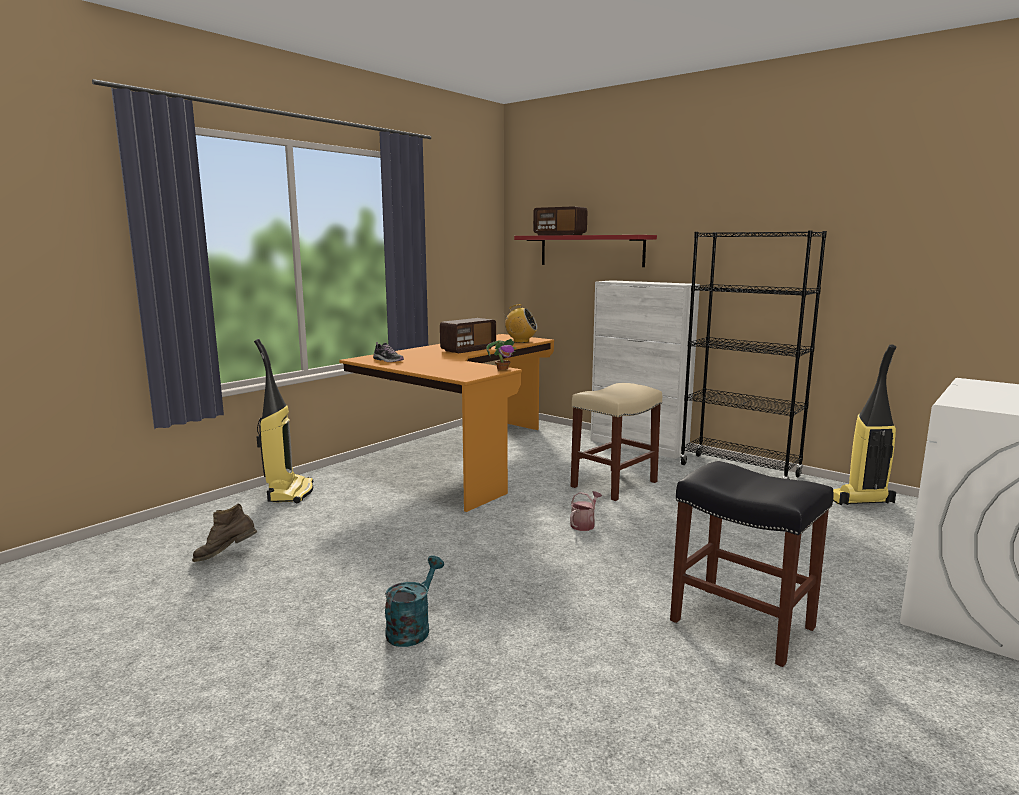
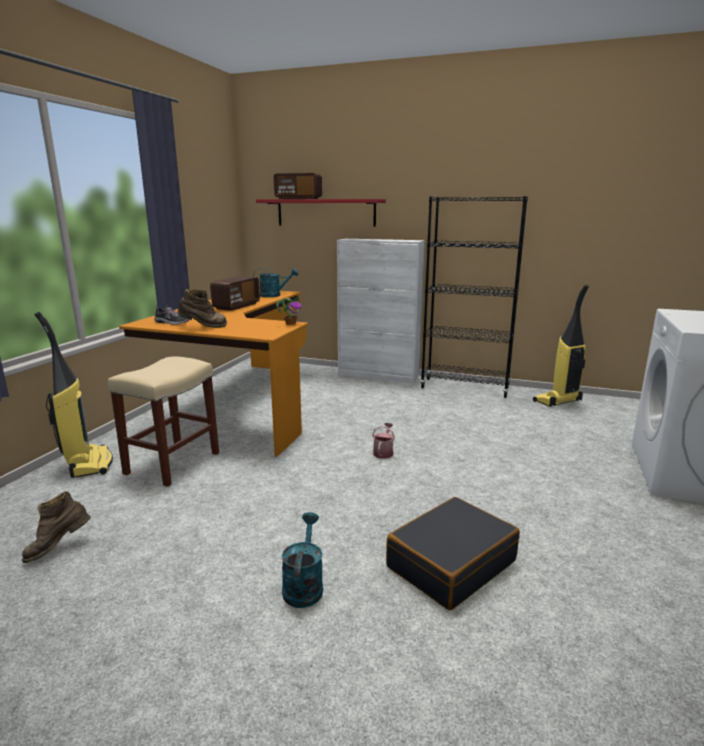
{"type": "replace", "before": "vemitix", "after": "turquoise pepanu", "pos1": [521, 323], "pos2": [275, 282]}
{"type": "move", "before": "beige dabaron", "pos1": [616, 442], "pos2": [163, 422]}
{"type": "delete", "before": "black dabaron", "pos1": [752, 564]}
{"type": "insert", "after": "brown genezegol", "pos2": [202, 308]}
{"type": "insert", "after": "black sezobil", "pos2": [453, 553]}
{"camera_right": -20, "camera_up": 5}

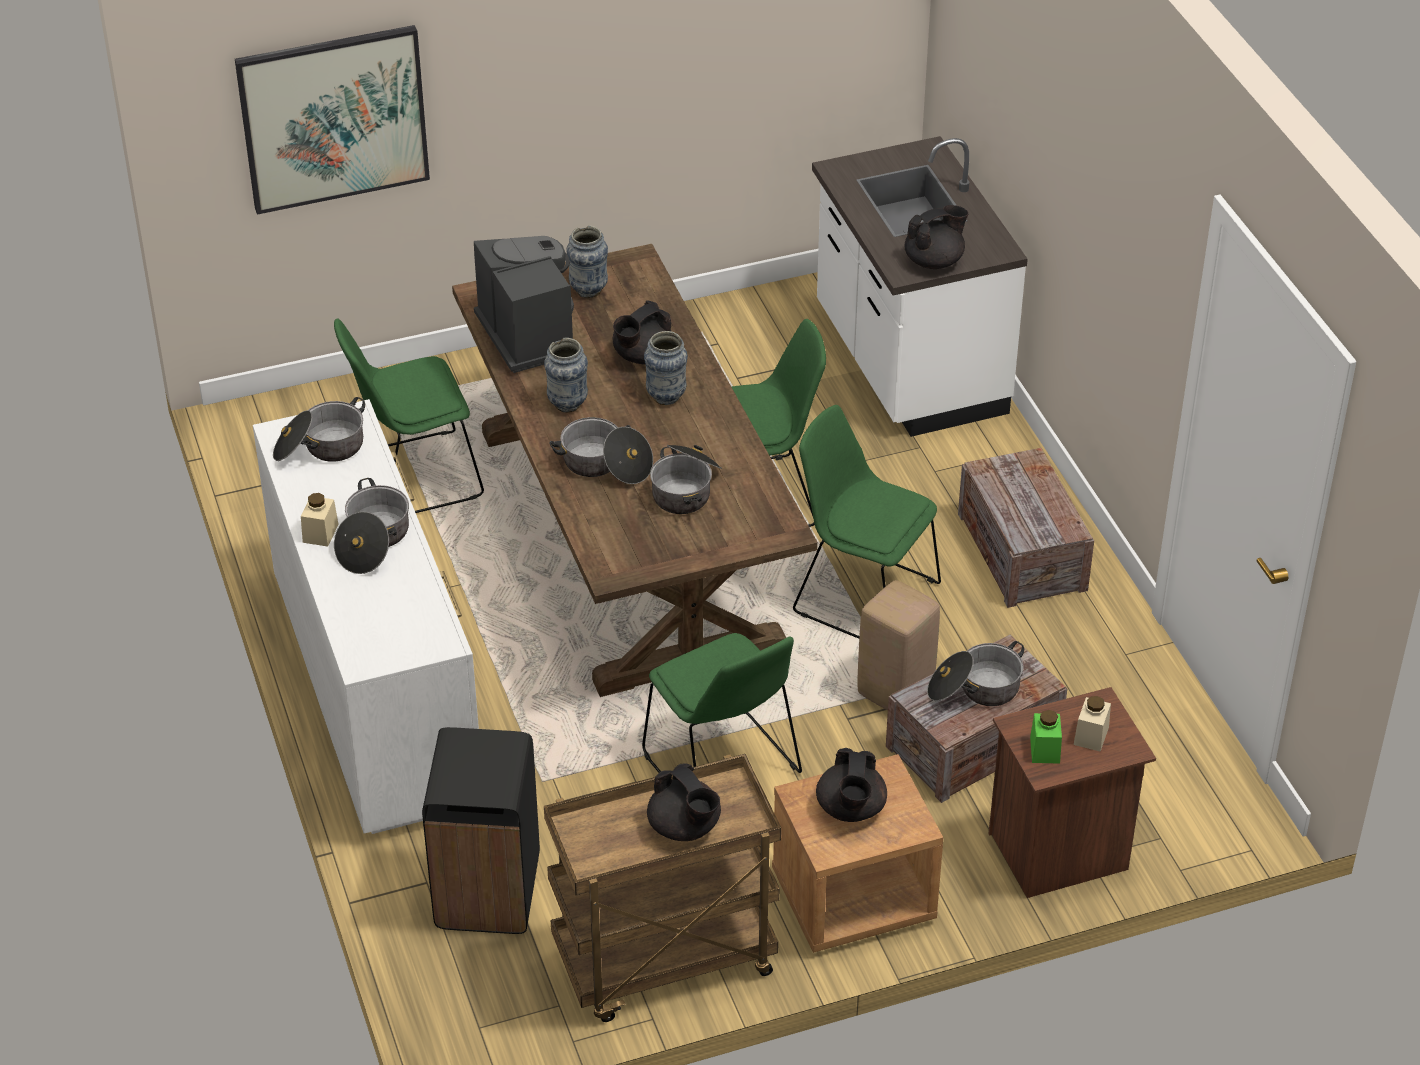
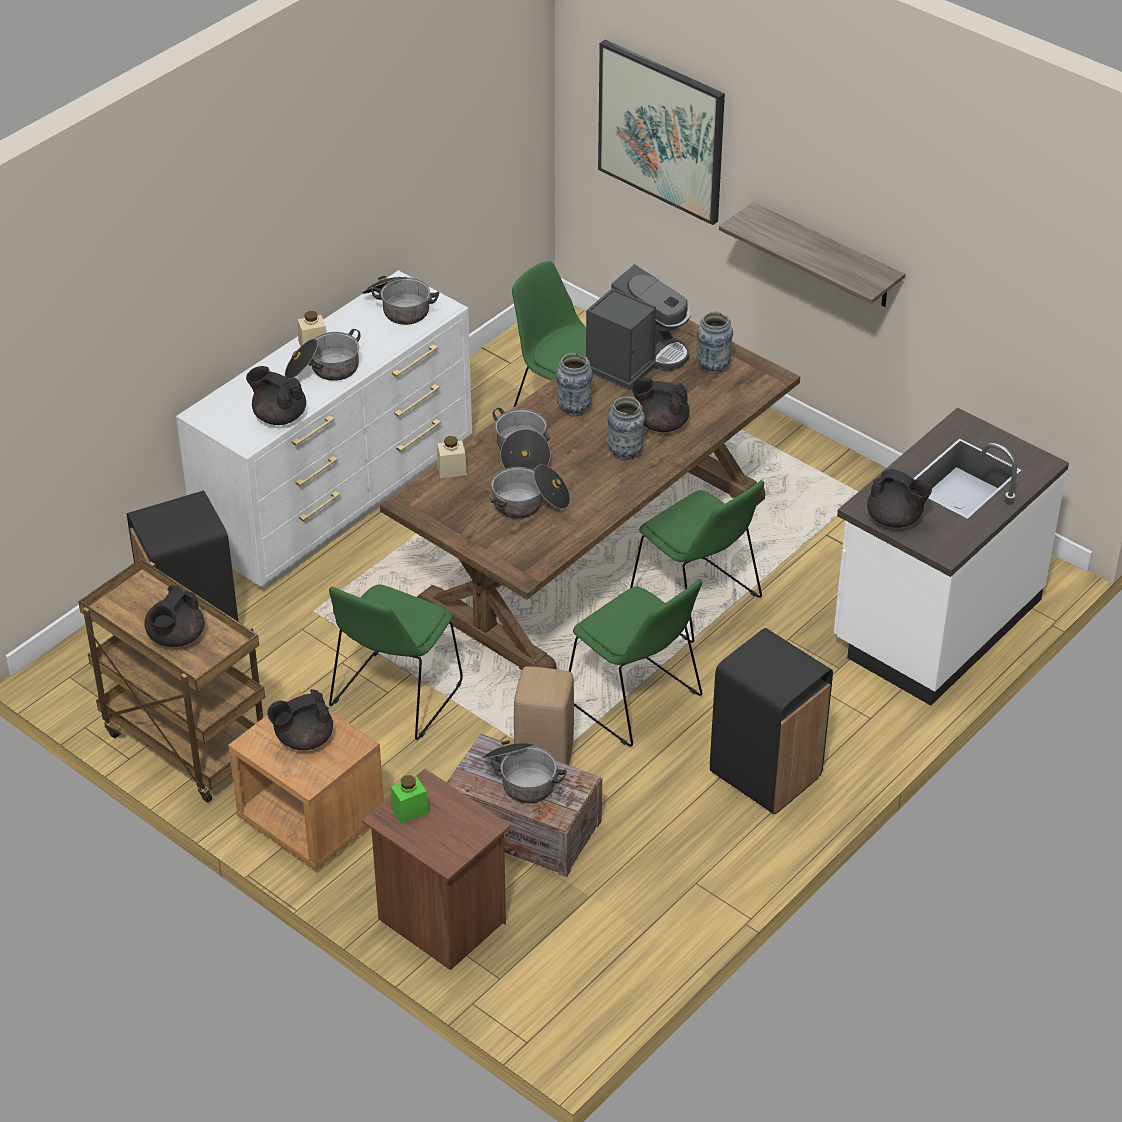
{"type": "rotate", "before": "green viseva", "pos1": [867, 522], "pos2": [635, 663], "turn": 135}
{"type": "replace", "before": "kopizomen", "after": "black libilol", "pos1": [1026, 528], "pos2": [771, 721]}
{"type": "move", "before": "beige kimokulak", "pos1": [1092, 724], "pos2": [452, 457]}
{"type": "insert", "after": "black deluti", "pos2": [276, 395]}
{"type": "insert", "after": "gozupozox", "pos2": [812, 254]}
{"camera_right": 60, "camera_up": 0}

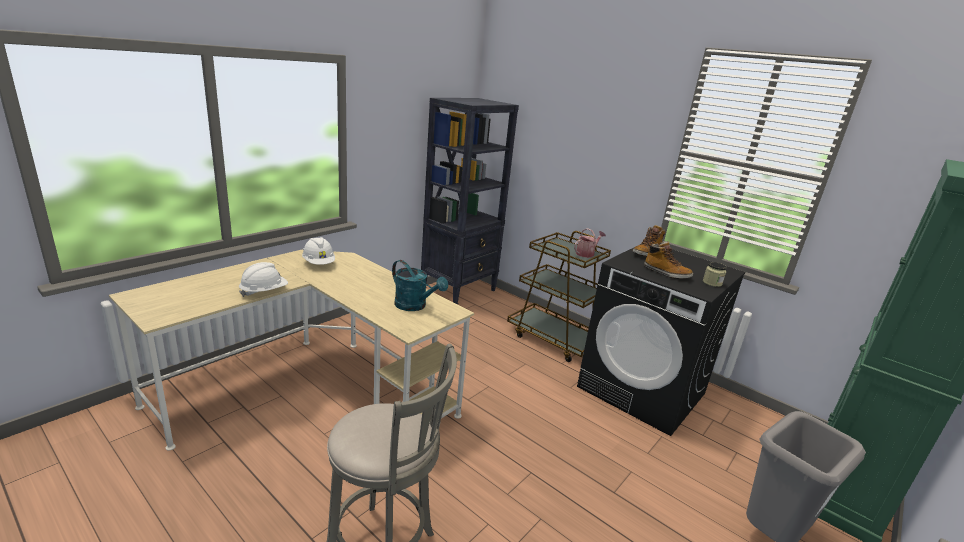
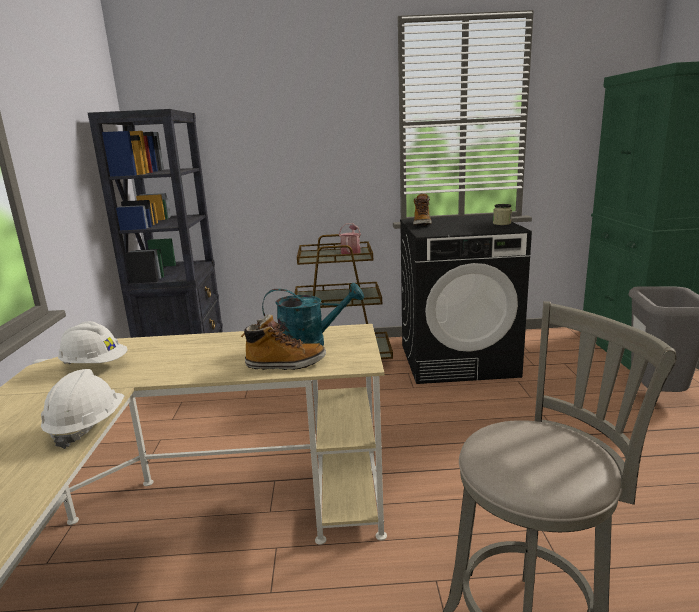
{"type": "move", "before": "genezegol", "pos1": [668, 260], "pos2": [283, 342]}
{"camera_right": -40, "camera_up": -5}

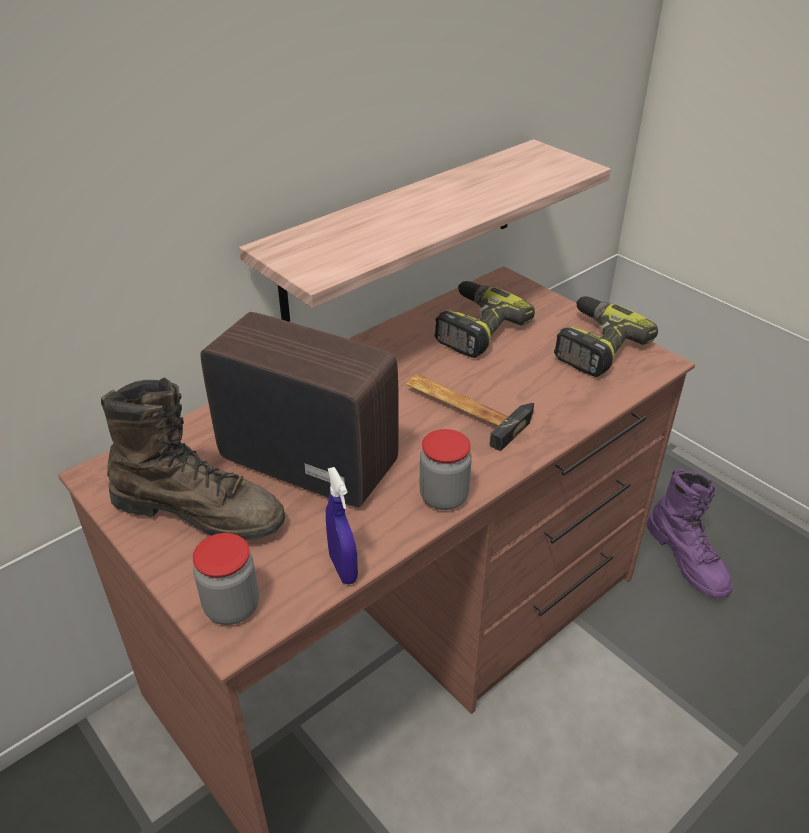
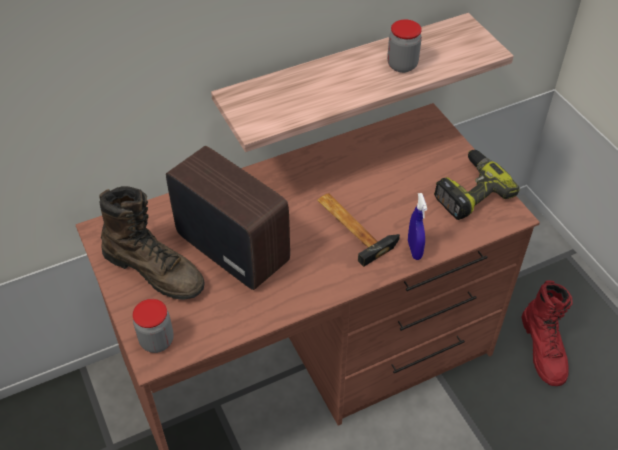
{"type": "move", "before": "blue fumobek", "pos1": [342, 525], "pos2": [417, 226]}
{"type": "move", "before": "kimokulak", "pos1": [445, 469], "pos2": [404, 46]}
{"type": "delete", "before": "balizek", "pos1": [484, 319]}
{"type": "recolor", "before": "purple genezegol", "after": "red genezegol", "pos1": [689, 534], "pos2": [547, 333]}
{"camera_right": 15, "camera_up": 10}

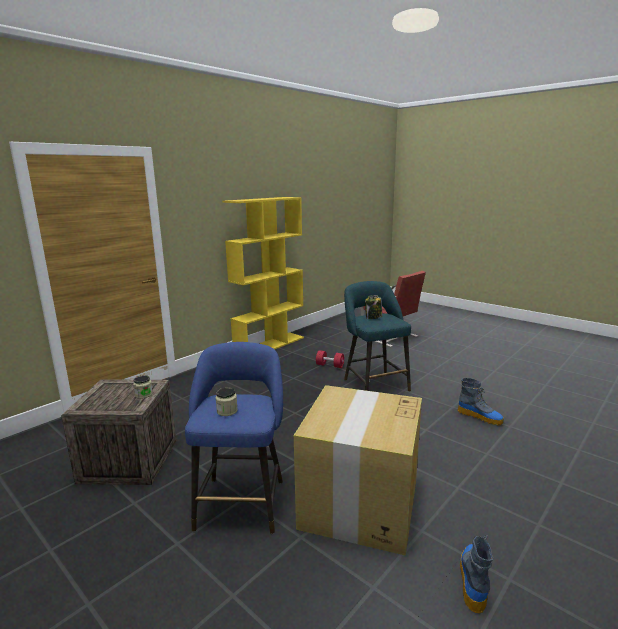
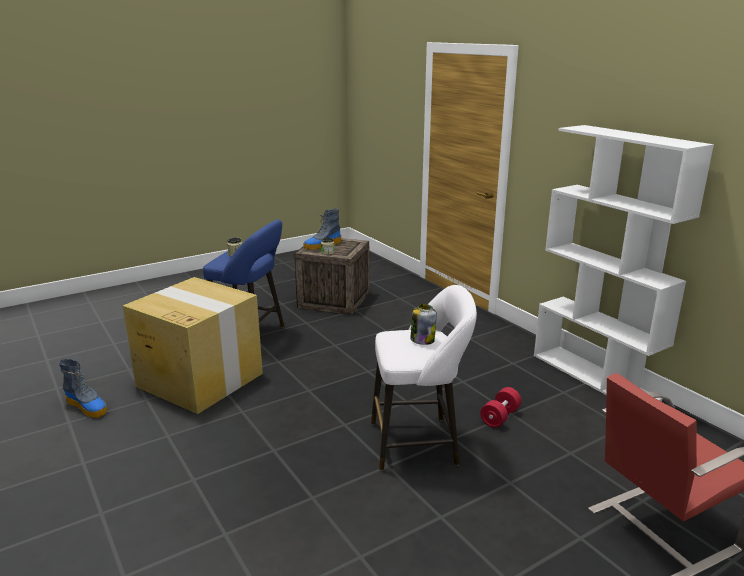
{"type": "recolor", "before": "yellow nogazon", "after": "white nogazon", "pos1": [263, 273], "pos2": [624, 263]}
{"type": "recolor", "before": "turquoise dabaron", "after": "white dabaron", "pos1": [377, 336], "pos2": [424, 378]}
{"type": "move", "before": "genezegol", "pos1": [480, 401], "pos2": [322, 229]}
{"camera_right": 105, "camera_up": 5}

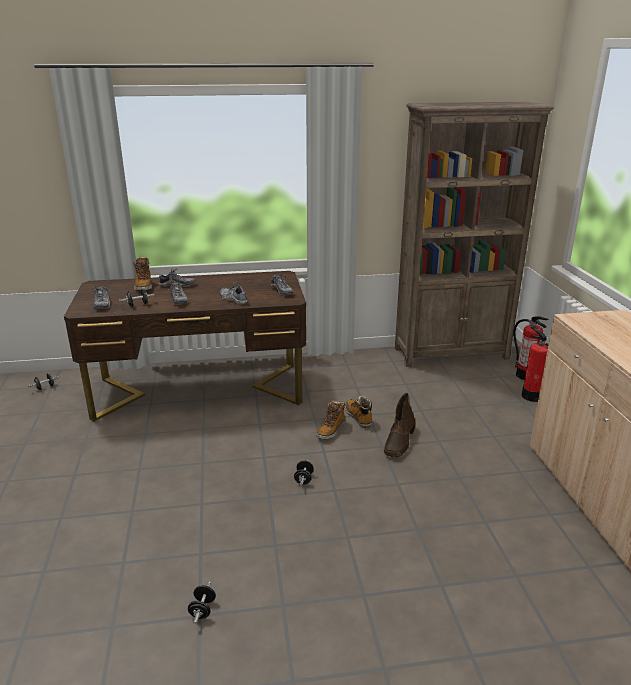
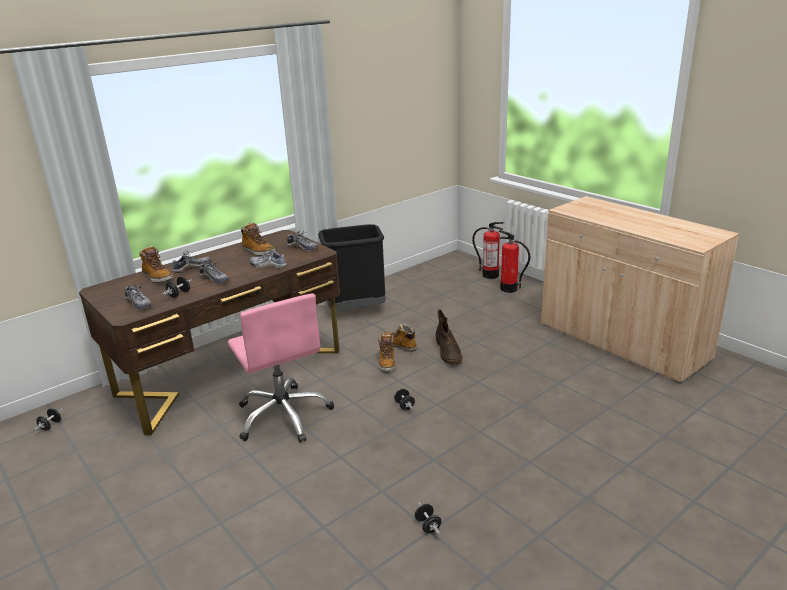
{"type": "delete", "before": "brown nogazon", "pos1": [474, 234]}
{"type": "insert", "after": "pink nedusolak", "pos2": [281, 368]}
{"type": "insert", "after": "genezegol", "pos2": [258, 239]}
{"type": "insert", "after": "black libilol", "pos2": [352, 267]}
{"camera_right": -30, "camera_up": 0}

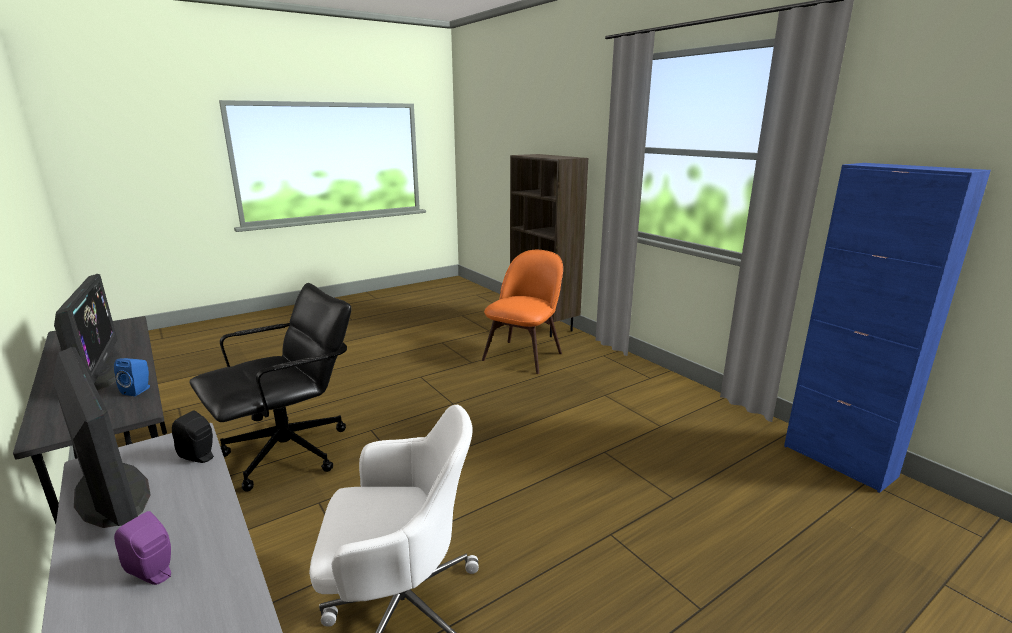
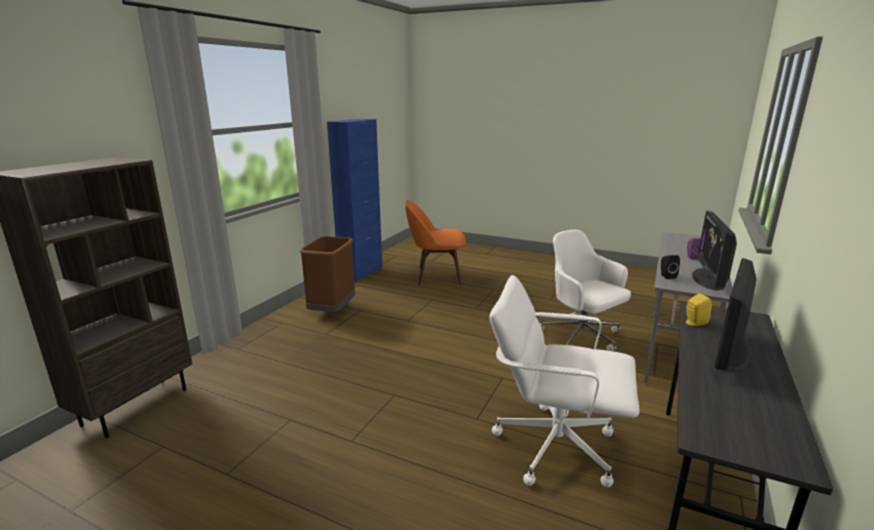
{"type": "recolor", "before": "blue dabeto", "after": "yellow dabeto", "pos1": [132, 377], "pos2": [699, 309]}
{"type": "recolor", "before": "black nedusolak", "after": "white nedusolak", "pos1": [271, 387], "pos2": [564, 381]}
{"type": "move", "before": "orange viseva", "pos1": [522, 312], "pos2": [436, 242]}
{"type": "insert", "after": "brown libilol", "pos2": [327, 274]}
{"camera_right": -120, "camera_up": 0}

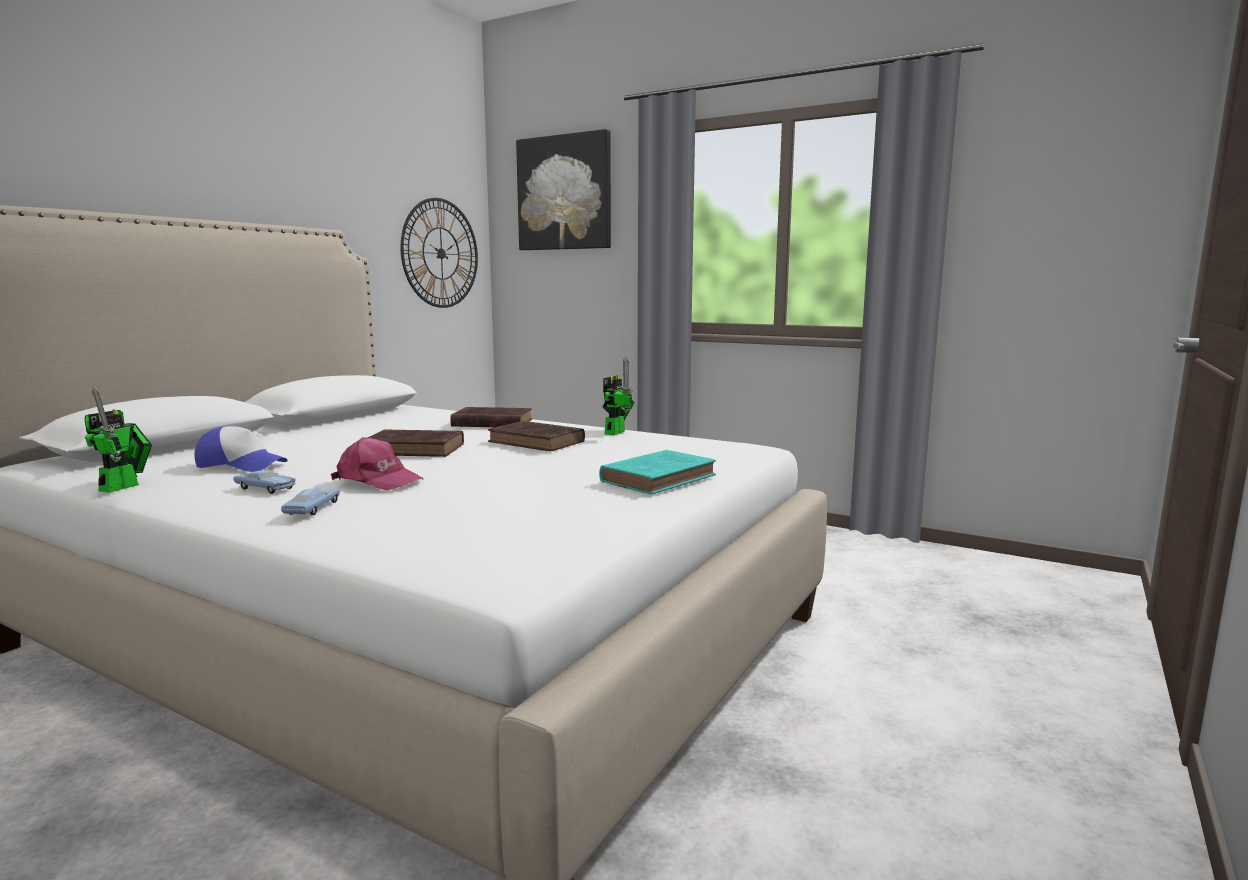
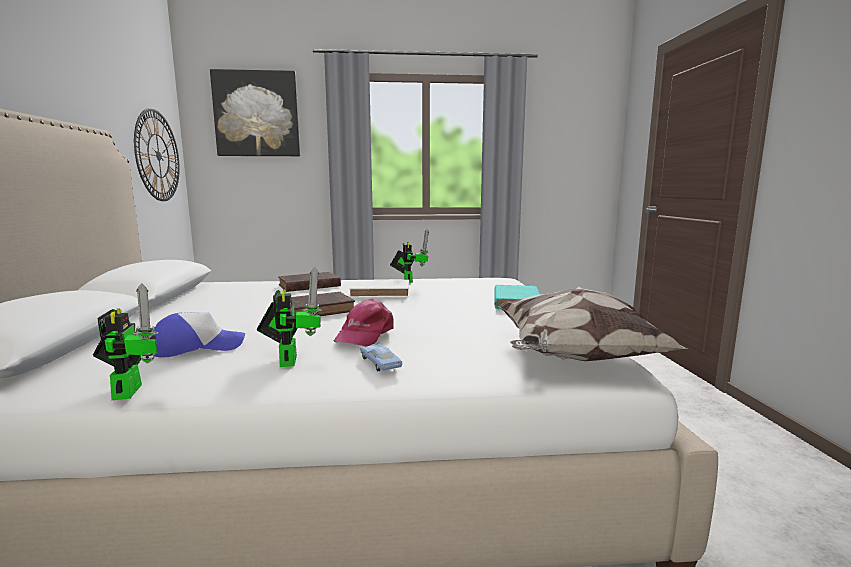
{"type": "replace", "before": "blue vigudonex", "after": "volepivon", "pos1": [264, 482], "pos2": [289, 317]}
{"type": "rotate", "before": "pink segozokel", "pos1": [377, 464], "pos2": [364, 322], "turn": 120}
{"type": "recolor", "before": "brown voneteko", "after": "white voneteko", "pos1": [536, 436], "pos2": [379, 289]}
{"type": "insert", "after": "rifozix", "pos2": [593, 323]}
{"camera_right": -35, "camera_up": 0}

